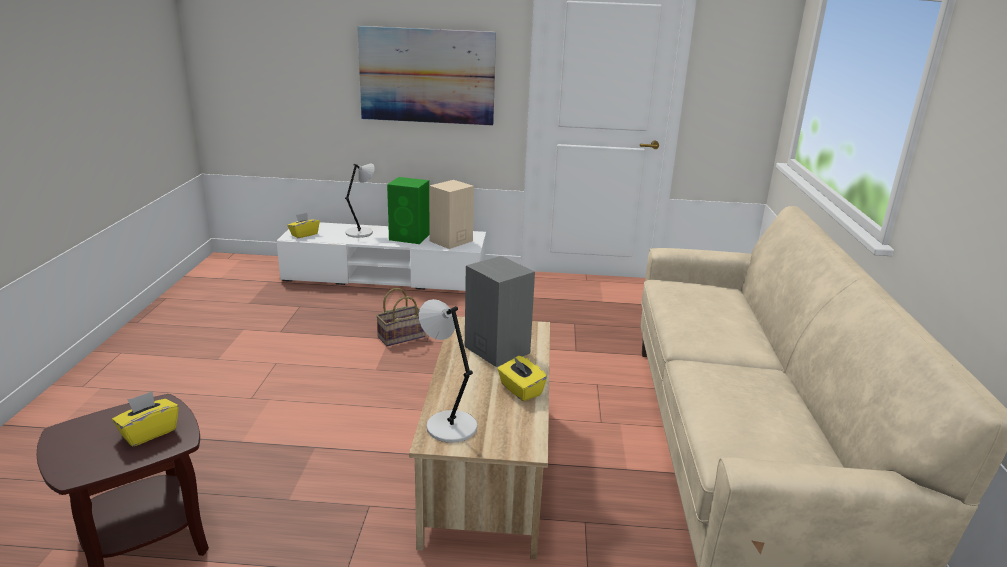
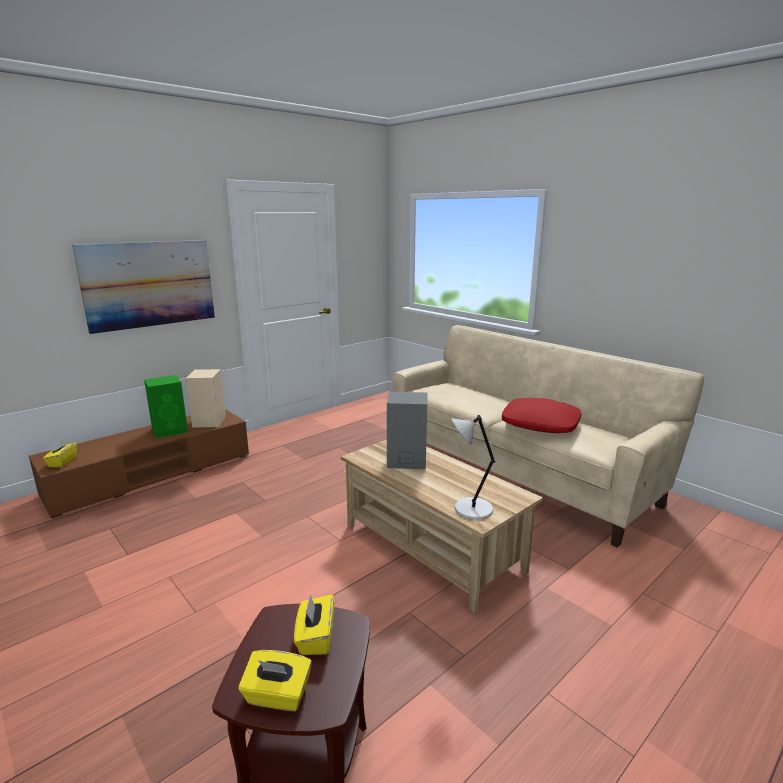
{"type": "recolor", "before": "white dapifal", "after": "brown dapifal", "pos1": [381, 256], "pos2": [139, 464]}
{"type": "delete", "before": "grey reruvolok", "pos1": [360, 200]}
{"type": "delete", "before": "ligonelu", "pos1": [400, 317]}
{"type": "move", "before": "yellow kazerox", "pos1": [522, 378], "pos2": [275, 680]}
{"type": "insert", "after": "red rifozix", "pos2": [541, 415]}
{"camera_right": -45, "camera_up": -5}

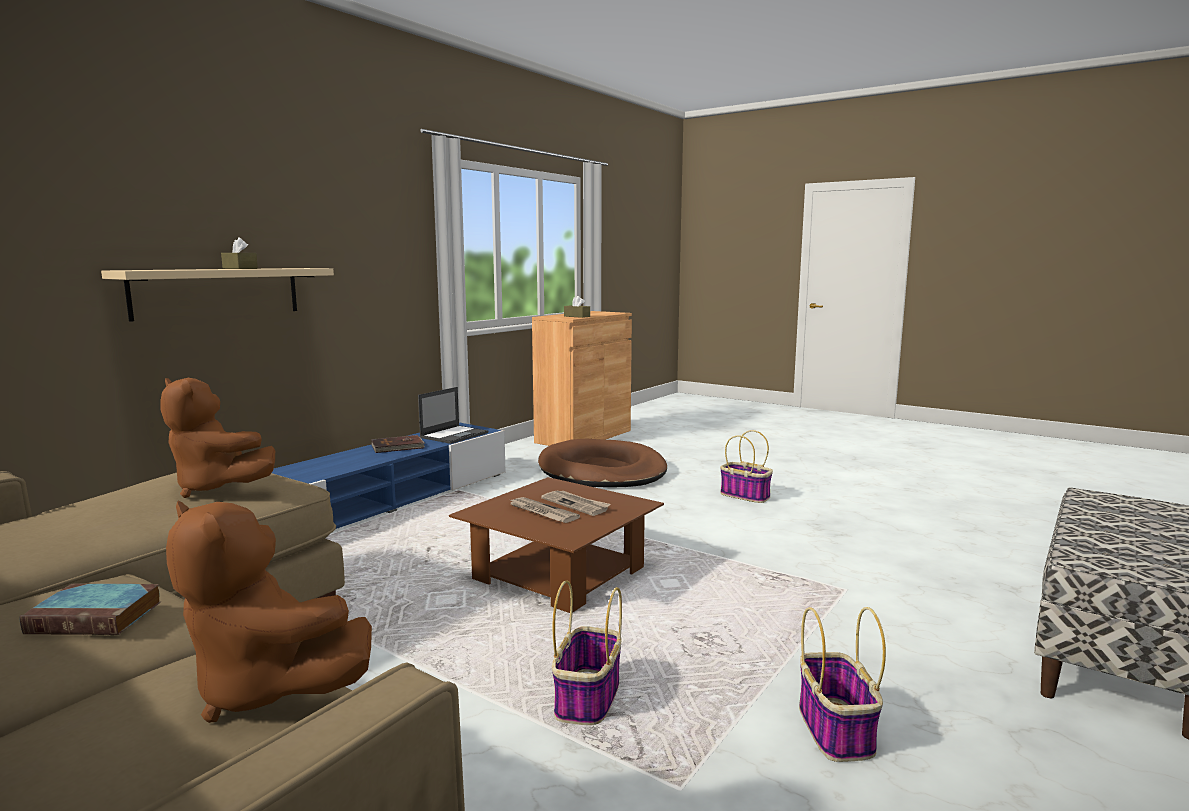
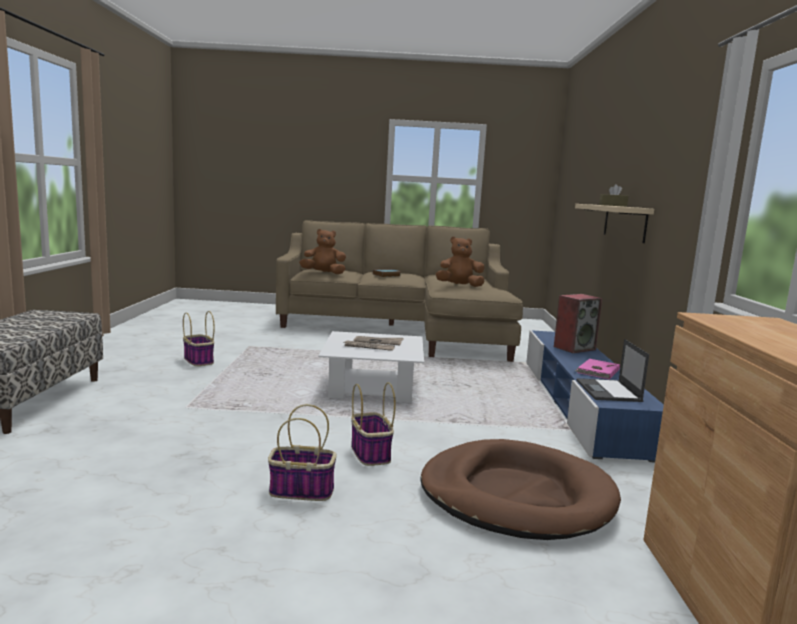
{"type": "recolor", "before": "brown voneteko", "after": "pink voneteko", "pos1": [398, 444], "pos2": [597, 369]}
{"type": "recolor", "before": "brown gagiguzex", "after": "white gagiguzex", "pos1": [556, 545], "pos2": [371, 367]}
{"type": "move", "before": "ligonelu", "pos1": [587, 652], "pos2": [373, 424]}
{"type": "delete", "before": "brown kazerox", "pos1": [577, 307]}
{"type": "insert", "after": "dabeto", "pos2": [578, 323]}
{"camera_right": 145, "camera_up": 0}

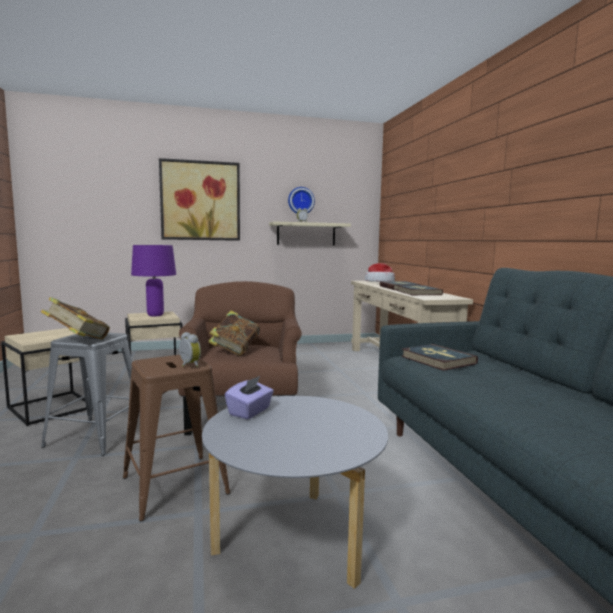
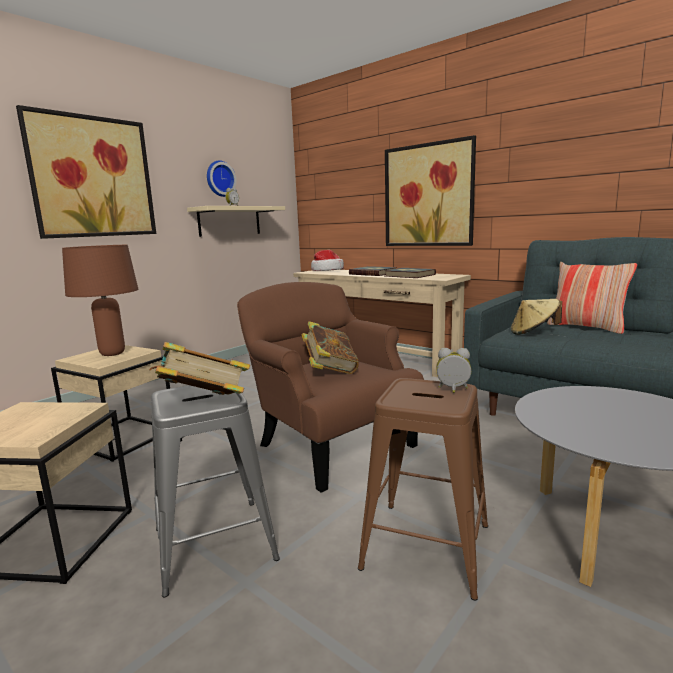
{"type": "recolor", "before": "purple reruvolok", "after": "brown reruvolok", "pos1": [153, 281], "pos2": [100, 300]}
{"type": "delete", "before": "purple kazerox", "pos1": [249, 397]}
{"type": "replace", "before": "voneteko", "after": "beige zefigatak", "pos1": [439, 357], "pos2": [536, 317]}
{"type": "insert", "after": "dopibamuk", "pos2": [430, 190]}
{"type": "insert", "after": "rifozix", "pos2": [592, 298]}
{"camera_right": -35, "camera_up": 5}

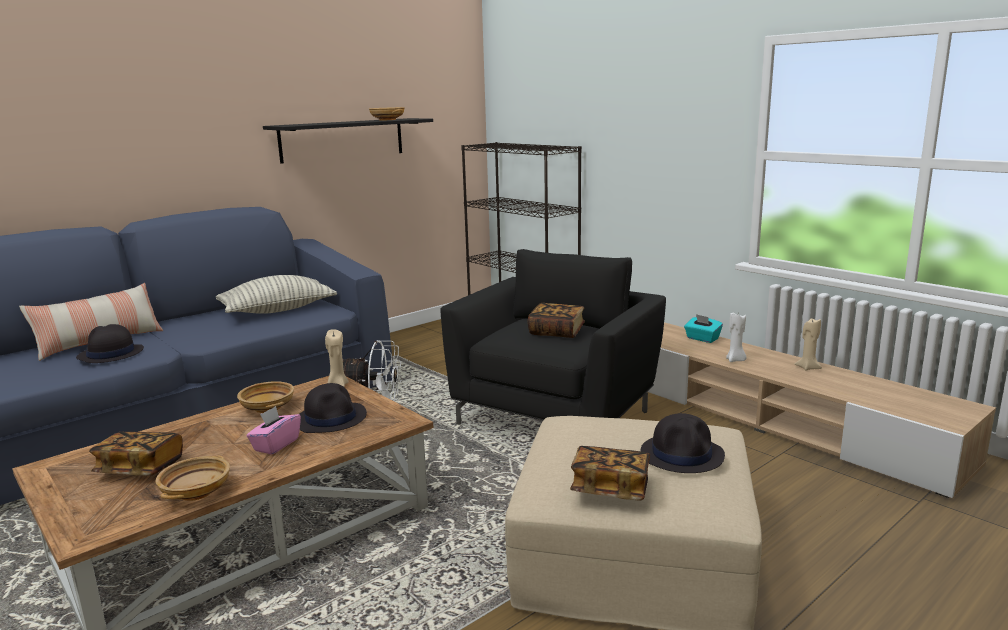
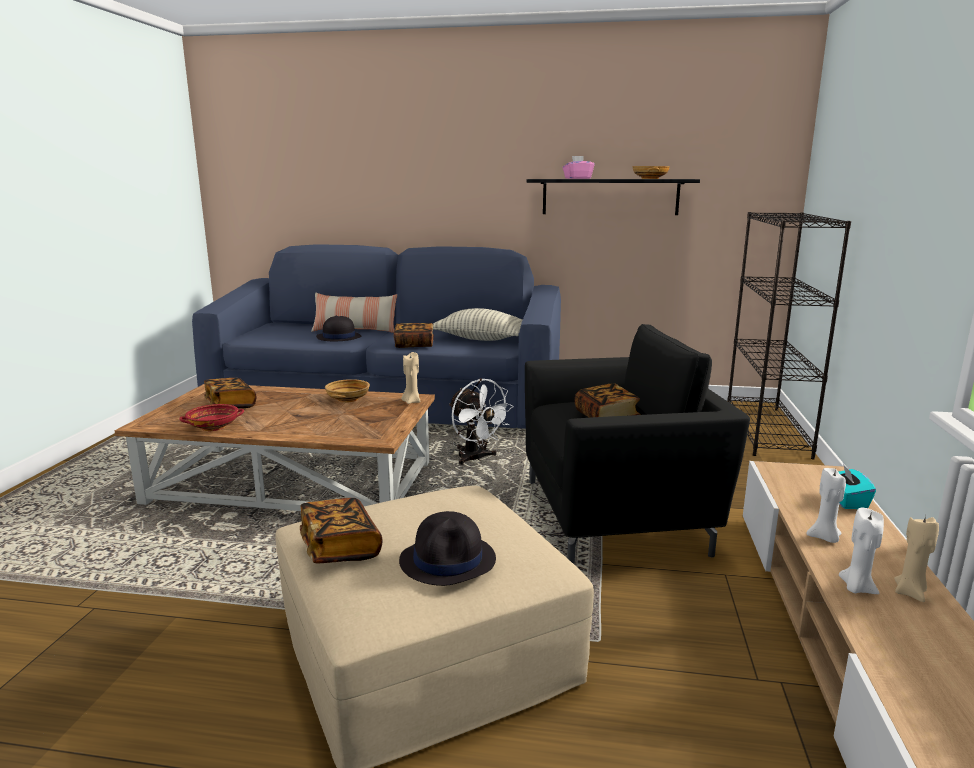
{"type": "recolor", "before": "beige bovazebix", "after": "red bovazebix", "pos1": [192, 478], "pos2": [211, 417]}
{"type": "move", "before": "pink kazerox", "pos1": [273, 430], "pos2": [578, 167]}
{"type": "delete", "before": "black zefigatak", "pos1": [333, 408]}
{"type": "insert", "after": "voneteko", "pos2": [414, 335]}
{"type": "insert", "after": "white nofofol", "pos2": [861, 551]}
{"camera_right": 50, "camera_up": 0}

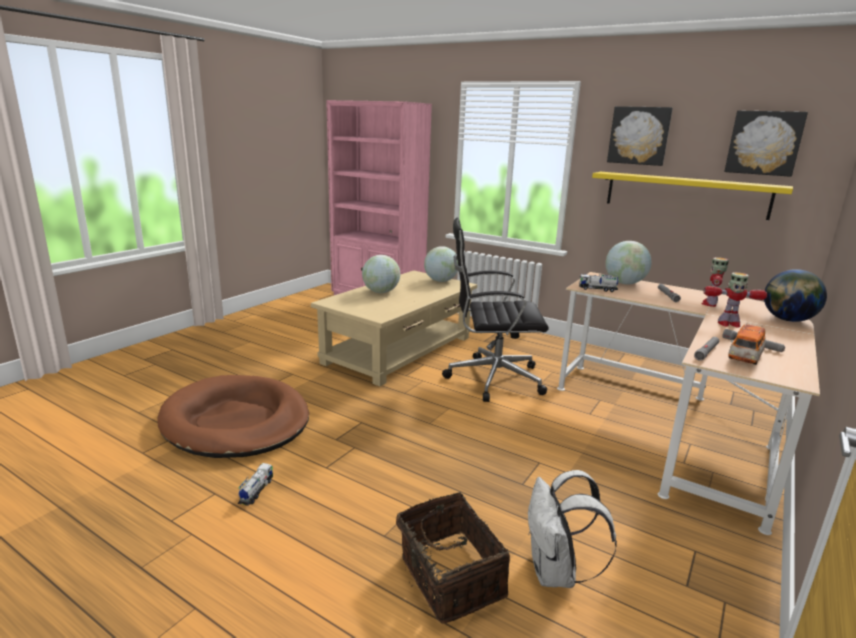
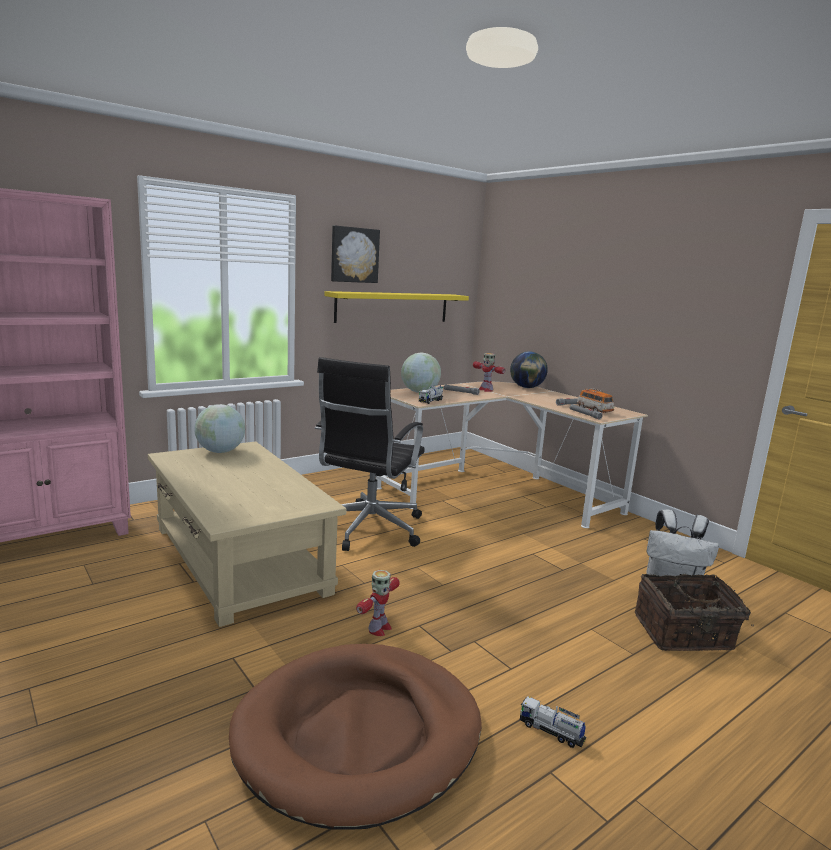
{"type": "delete", "before": "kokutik", "pos1": [381, 274]}
{"type": "move", "before": "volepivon", "pos1": [735, 300], "pos2": [378, 603]}
{"type": "delete", "before": "dopibamuk", "pos1": [766, 143]}
{"camera_right": -70, "camera_up": -5}

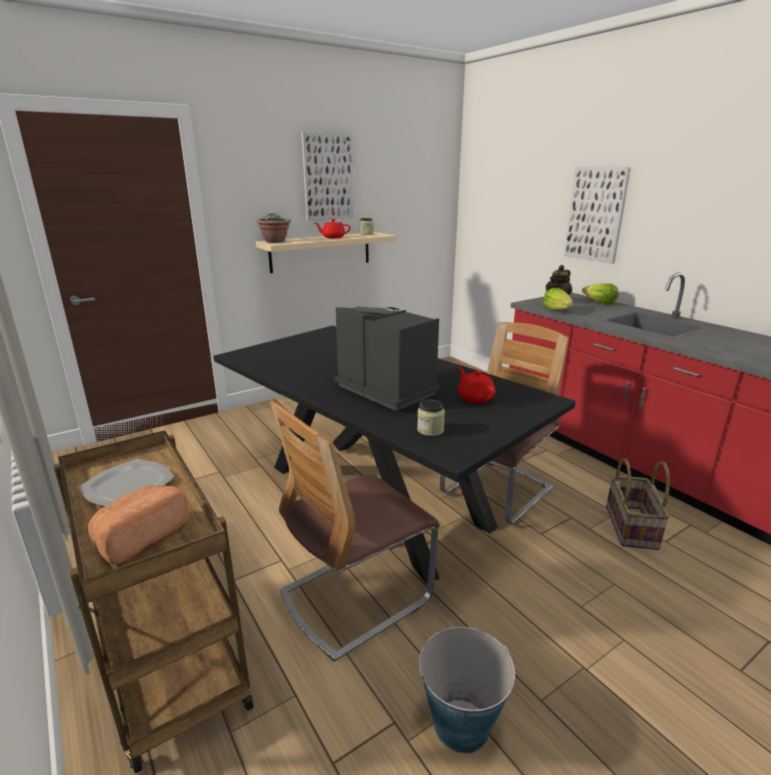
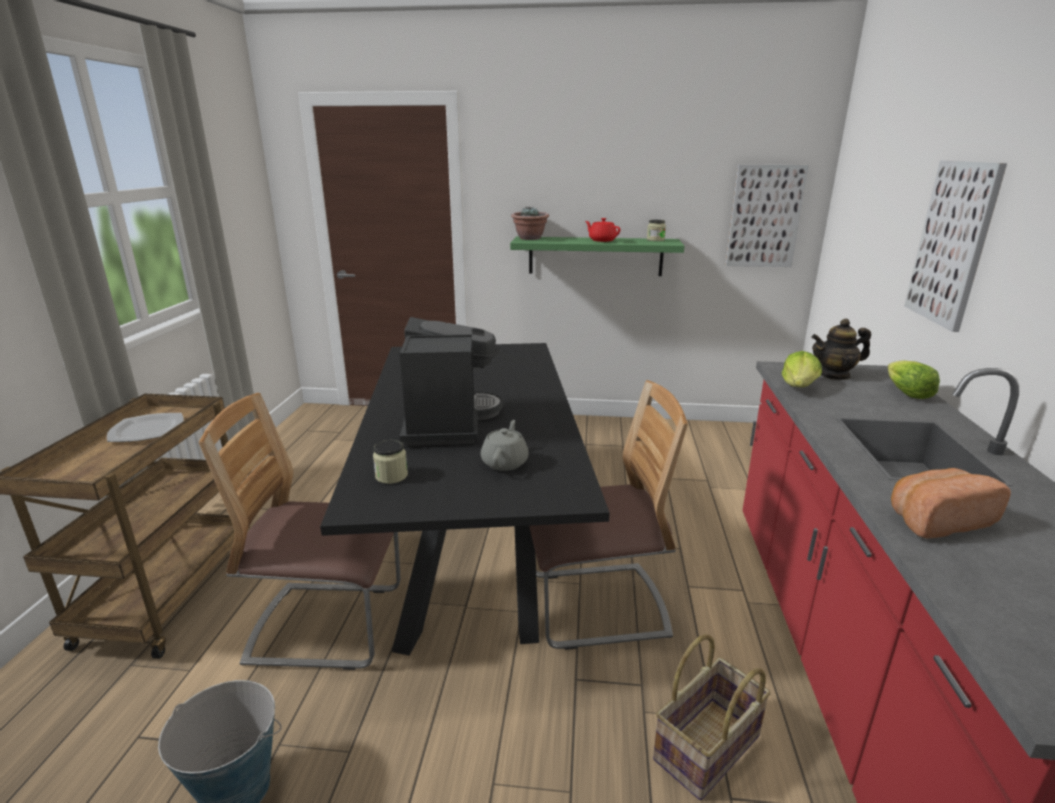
{"type": "move", "before": "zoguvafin", "pos1": [138, 524], "pos2": [951, 503]}
{"type": "recolor", "before": "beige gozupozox", "after": "green gozupozox", "pos1": [326, 252], "pos2": [597, 256]}
{"type": "move", "before": "dopibamuk", "pos1": [327, 176], "pos2": [767, 216]}
{"type": "recolor", "before": "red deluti", "after": "grey deluti", "pos1": [477, 385], "pos2": [505, 445]}
{"camera_right": 40, "camera_up": 0}

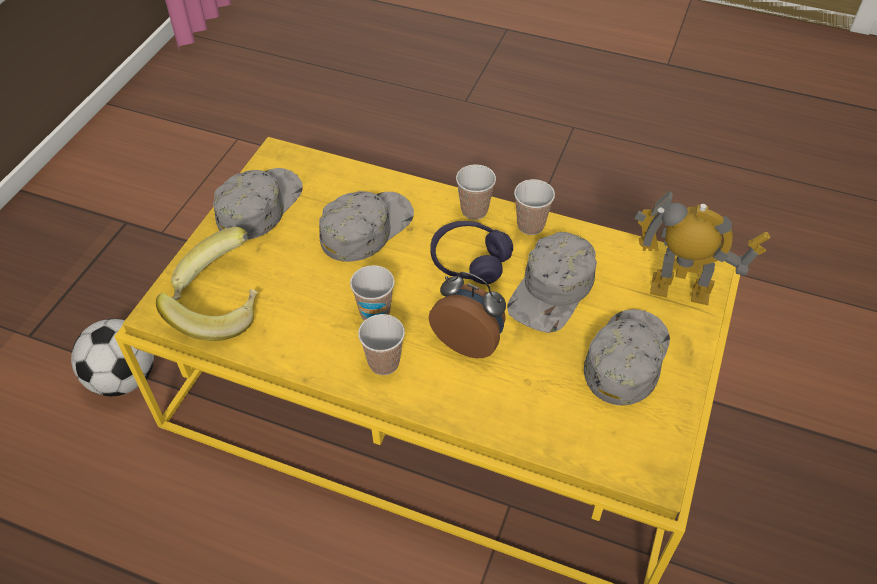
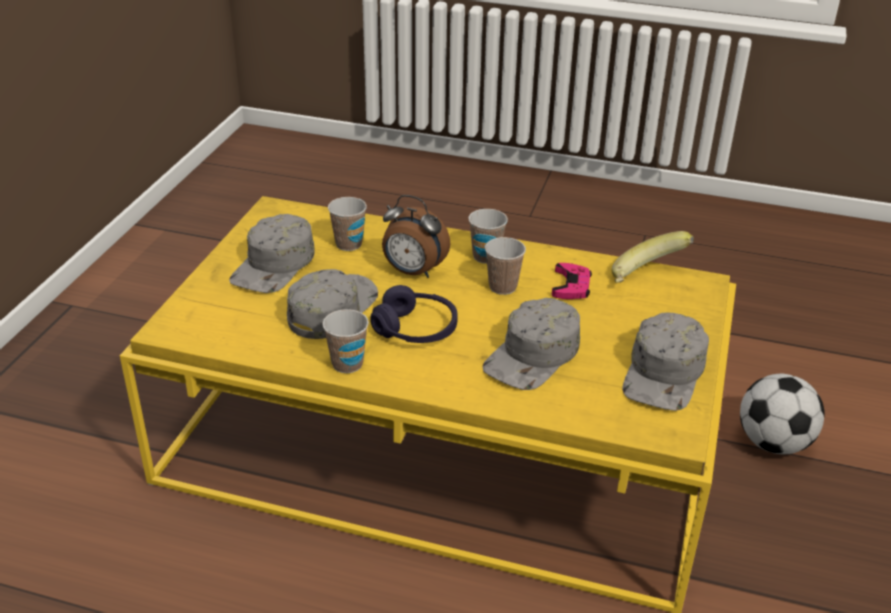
{"type": "delete", "before": "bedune", "pos1": [209, 263]}
{"type": "move", "before": "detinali", "pos1": [476, 192], "pos2": [347, 224]}
{"type": "delete", "before": "volepivon", "pos1": [702, 247]}
{"type": "insert", "after": "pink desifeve", "pos2": [572, 281]}
{"camera_right": 175, "camera_up": -15}

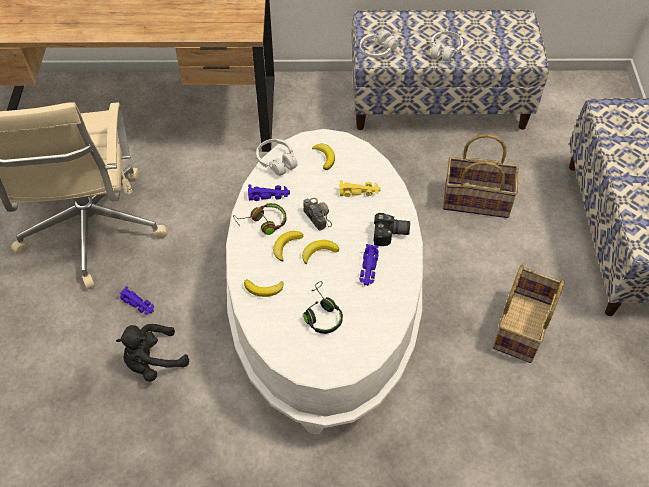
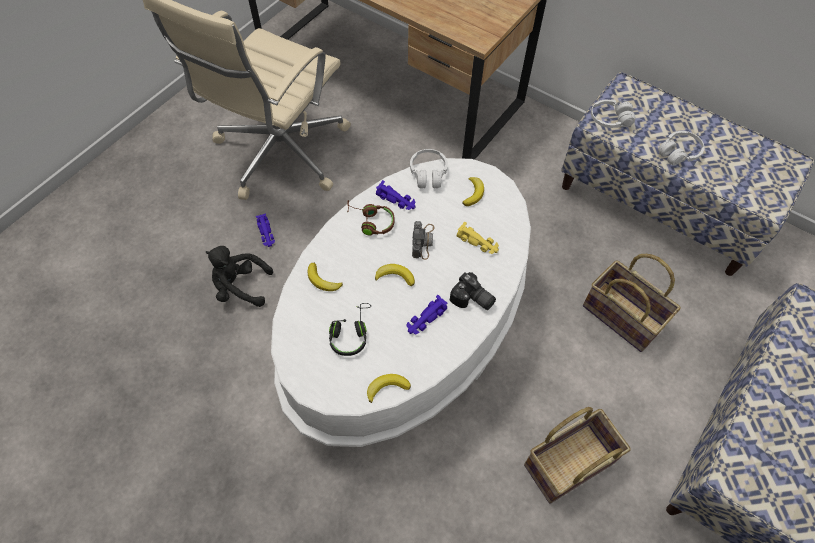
{"type": "move", "before": "bedune", "pos1": [288, 246], "pos2": [389, 388]}
{"camera_right": 35, "camera_up": 5}

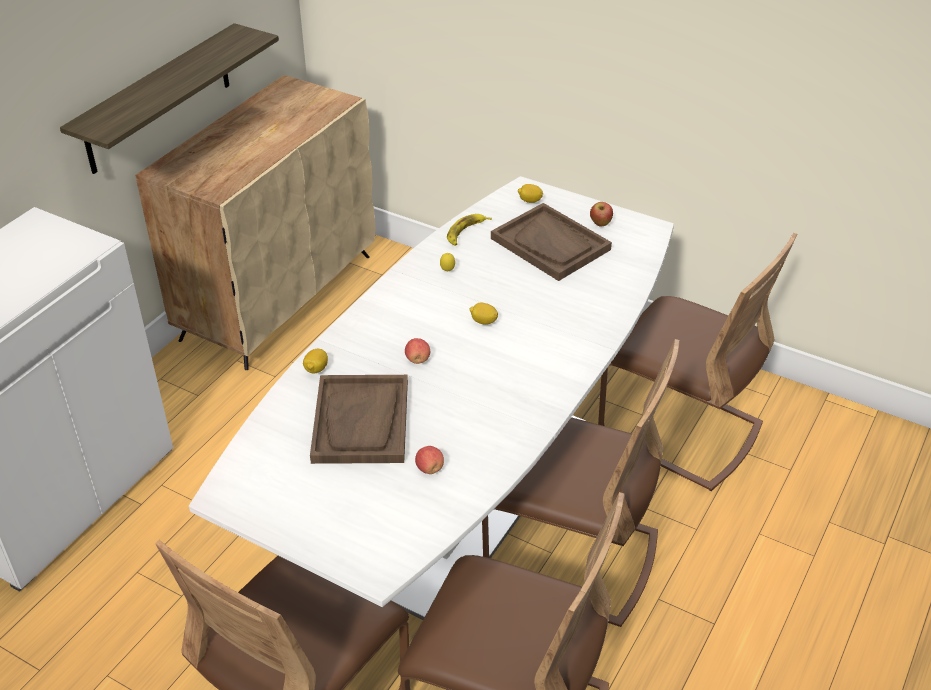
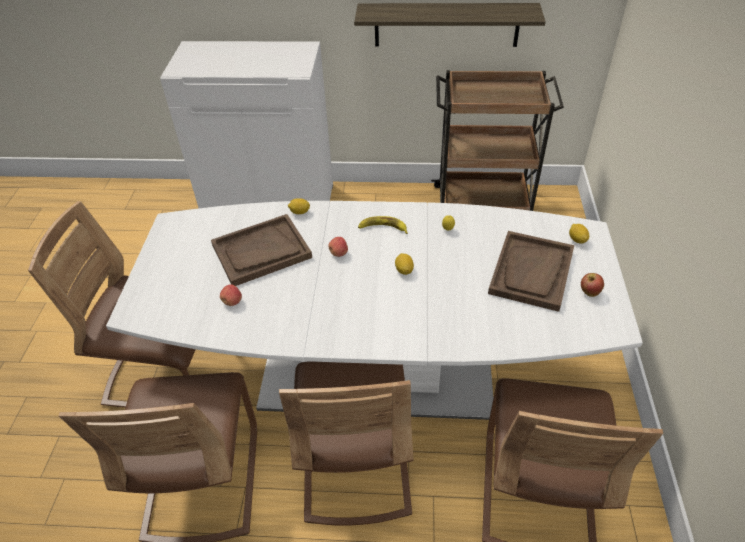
{"type": "replace", "before": "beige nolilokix", "after": "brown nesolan", "pos1": [255, 222], "pos2": [497, 140]}
{"type": "move", "before": "bedune", "pos1": [469, 230], "pos2": [383, 225]}
{"camera_right": 65, "camera_up": 5}

